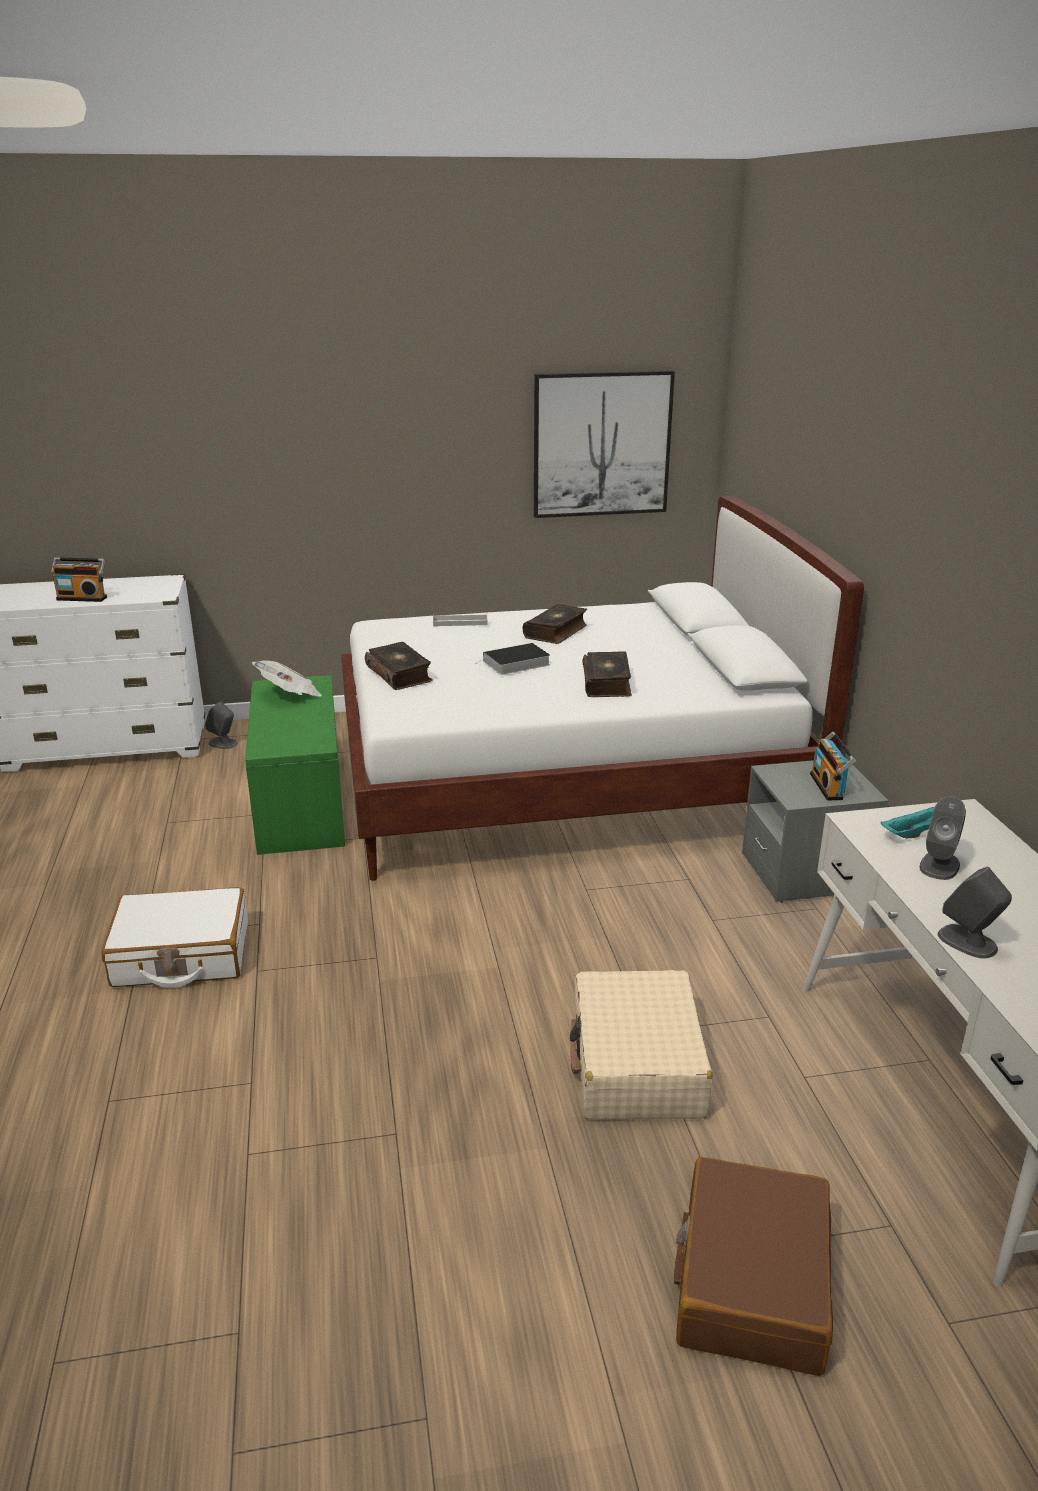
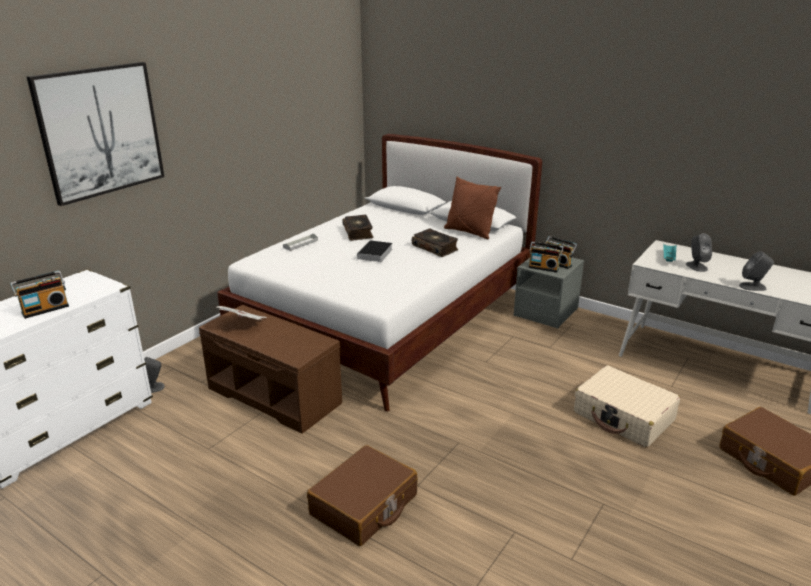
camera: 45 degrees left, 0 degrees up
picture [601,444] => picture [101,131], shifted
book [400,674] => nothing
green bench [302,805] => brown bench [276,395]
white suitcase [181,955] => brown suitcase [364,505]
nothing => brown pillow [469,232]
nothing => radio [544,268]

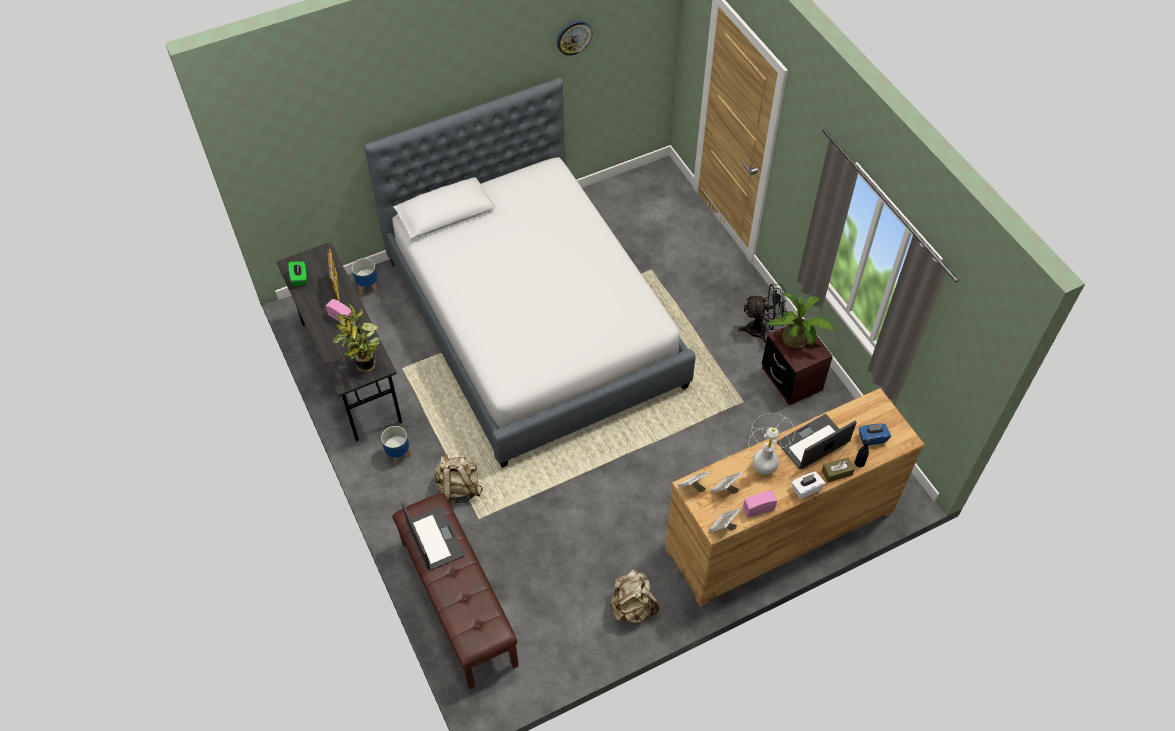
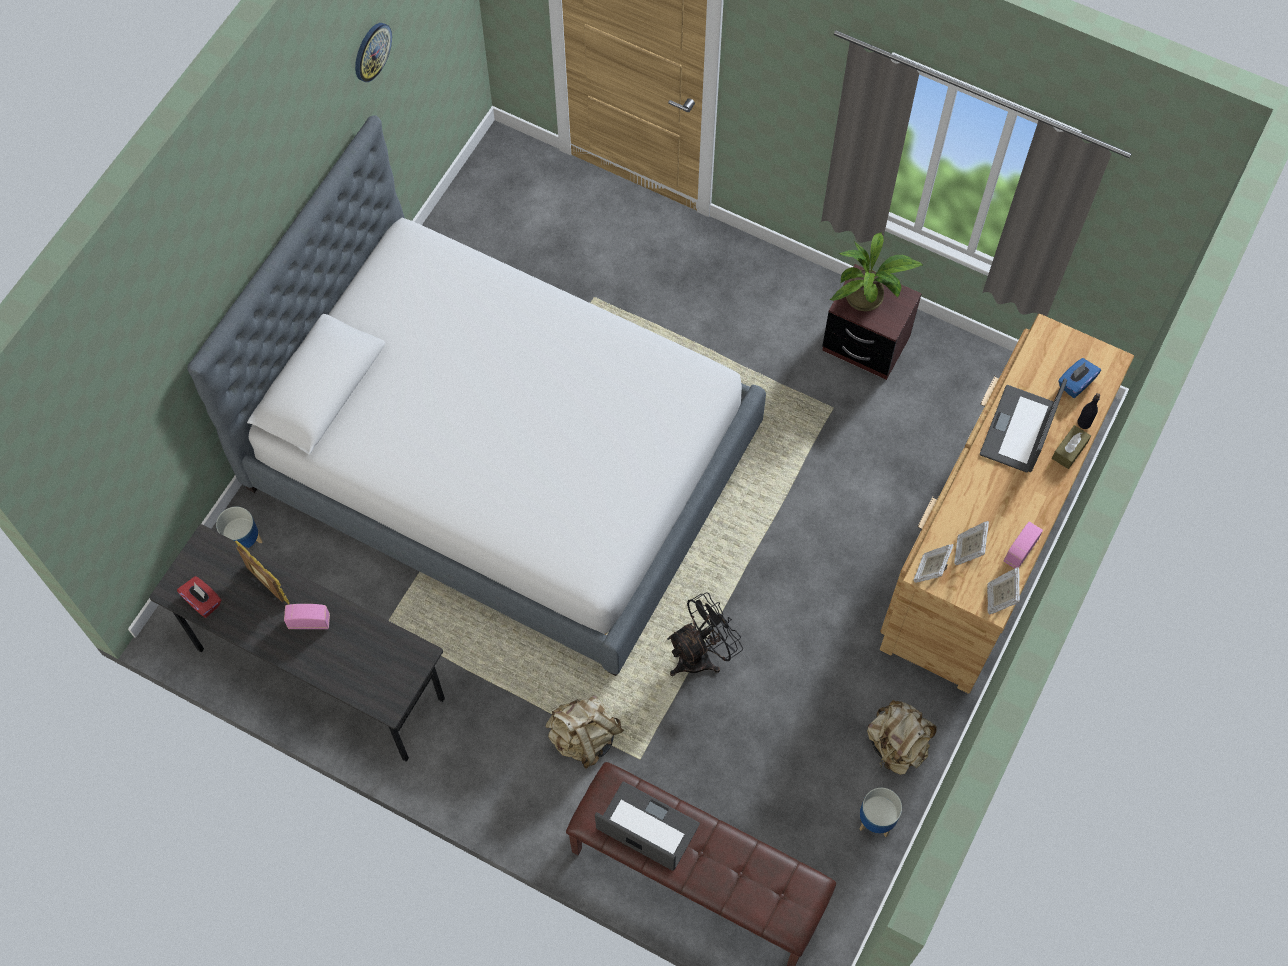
camera: 35 degrees left, 10 degrees up
green tissue box [299,278] => red tissue box [203,601]
black fan [762,330] => black fan [701,655], shifted
potted plant [365,366] => nothing
white table lamp [763,468] => nothing
planter [398,454] => planter [876,820], shifted
white tissue box [806,489] => nothing

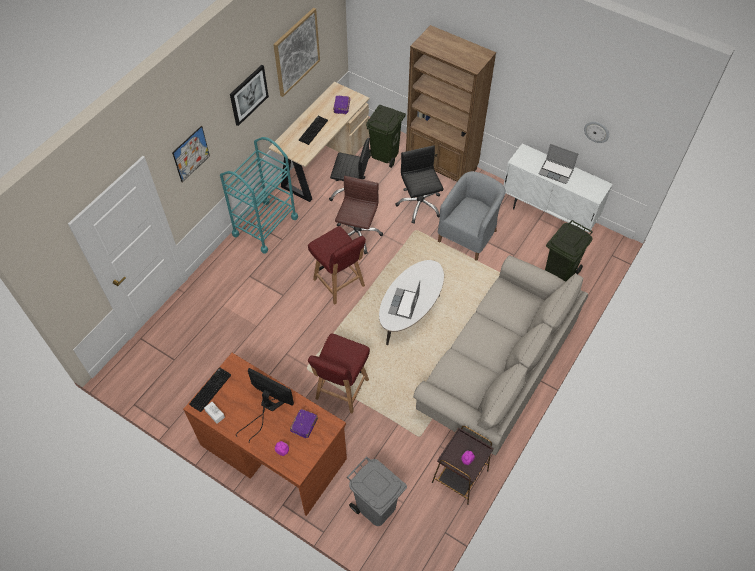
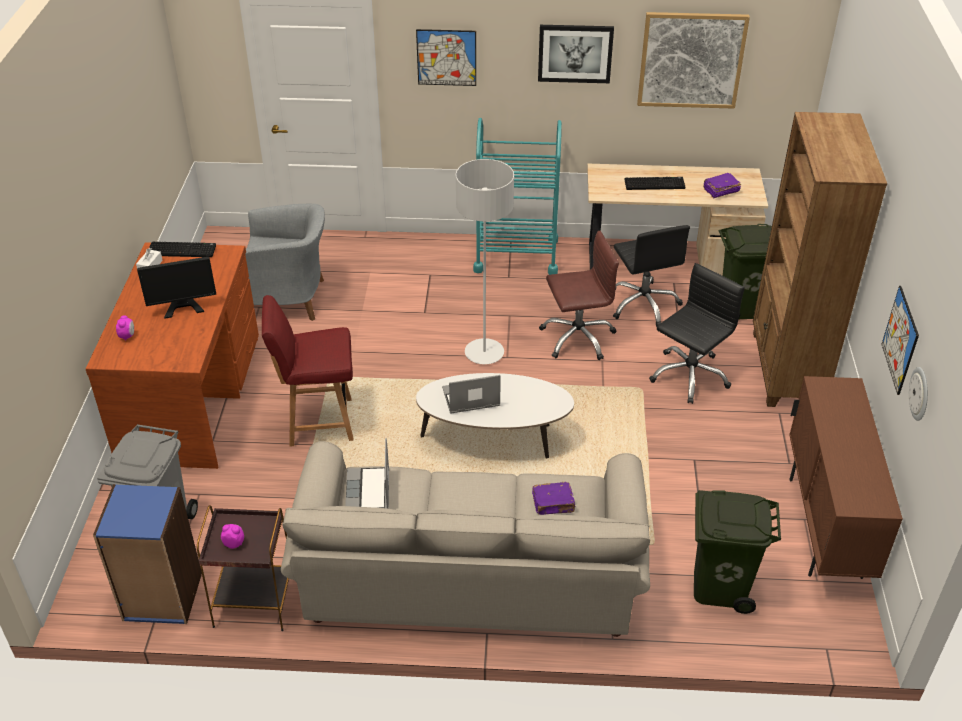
camera: 60 degrees right, 15 degrees down
white cabinet [548,214] => brown cabinet [824,527]
laptop [556,171] => laptop [369,491], shifted
grey armchair [469,234] => grey armchair [289,299], shifted
red chair [339,283] => grey floor lamp [484,353]
monitor [267,407] => monitor [182,300], 75 degrees clockwise
purple book [304,425] => purple book [553,504], shifted
nothing => picture [900,340]
nothing => blue bookcase [162,597]

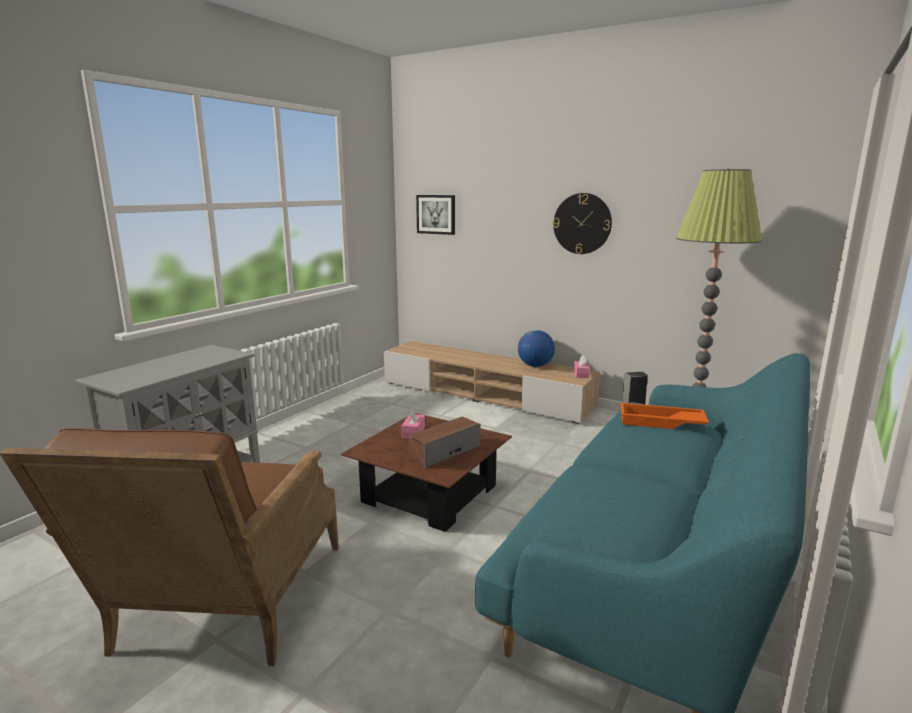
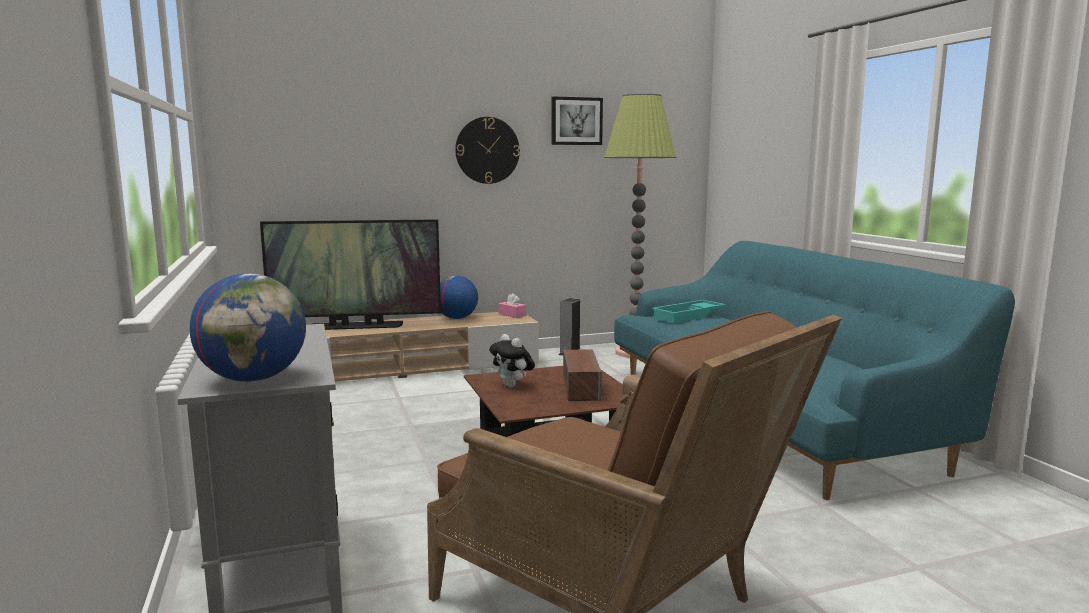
camera: 50 degrees left, 5 degrees down
picture [436,214] => picture [576,121], shifted
orange tray [660,422] => turquoise tray [689,316]
pink tissue box [413,432] => plush toy [512,386]
nothing => television [356,326]
nothing => globe [254,379]

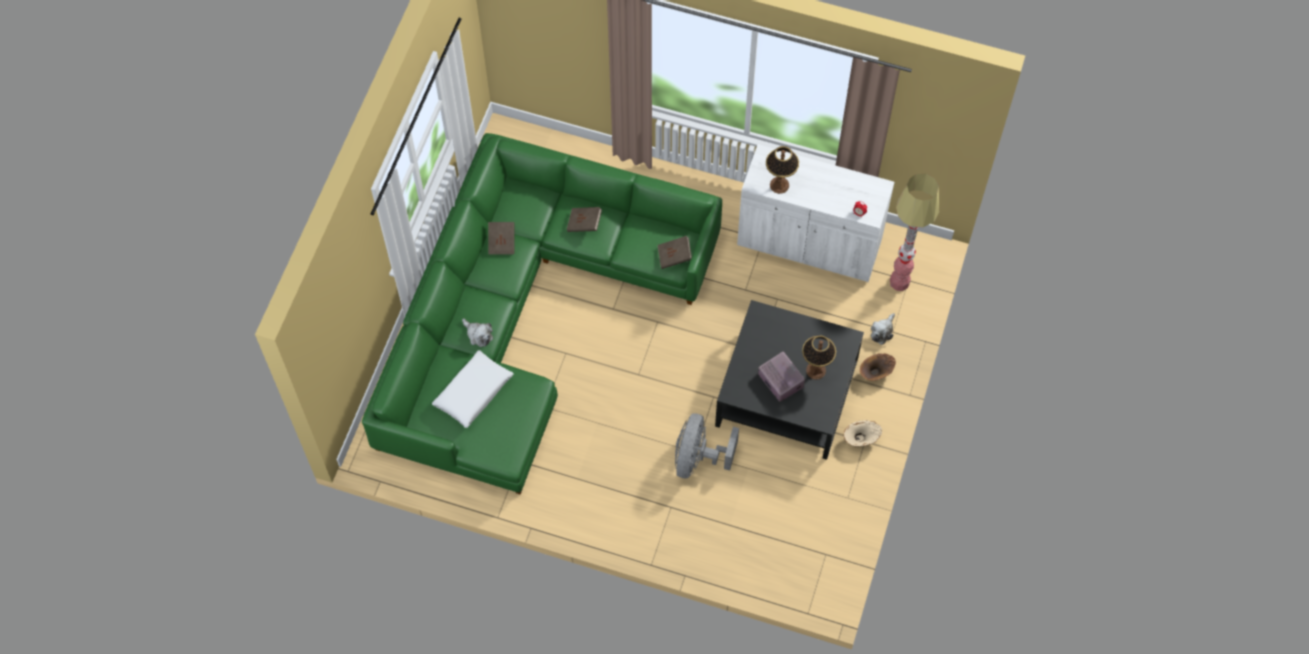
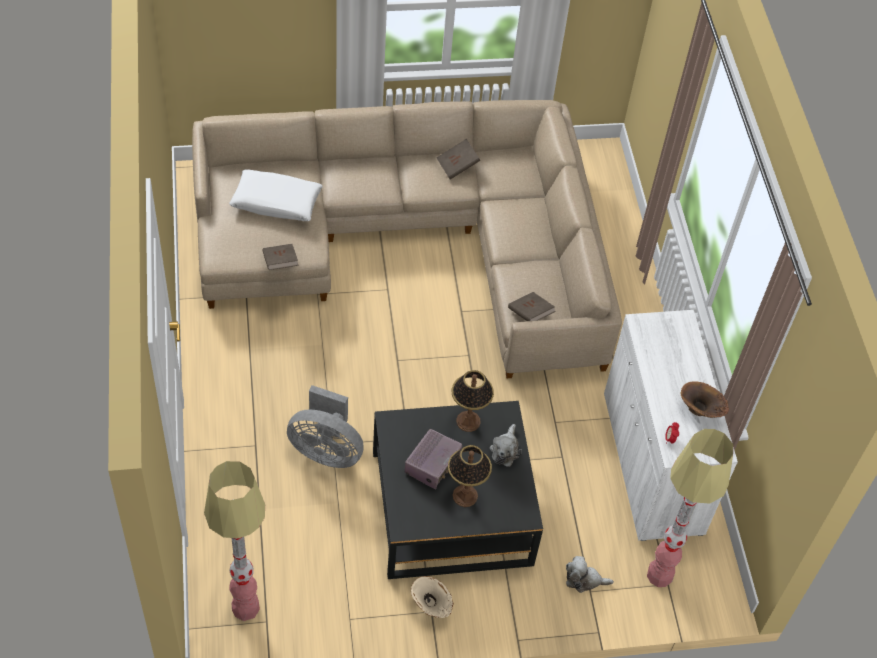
camera: 60 degrees right, 10 degrees down
green sofa [524,314] => beige sofa [412,240]
table lamp [779,185] => table lamp [468,421], shifted
brown book [584,224] => brown book [280,263], shifted
plush toy [478,335] => plush toy [505,450], shifted
brown vase [876,374] => brown vase [699,412], shifted
grey fan [698,458] => grey fan [326,450], 150 degrees counterclockwise
nothing => floor lamp [245,608]

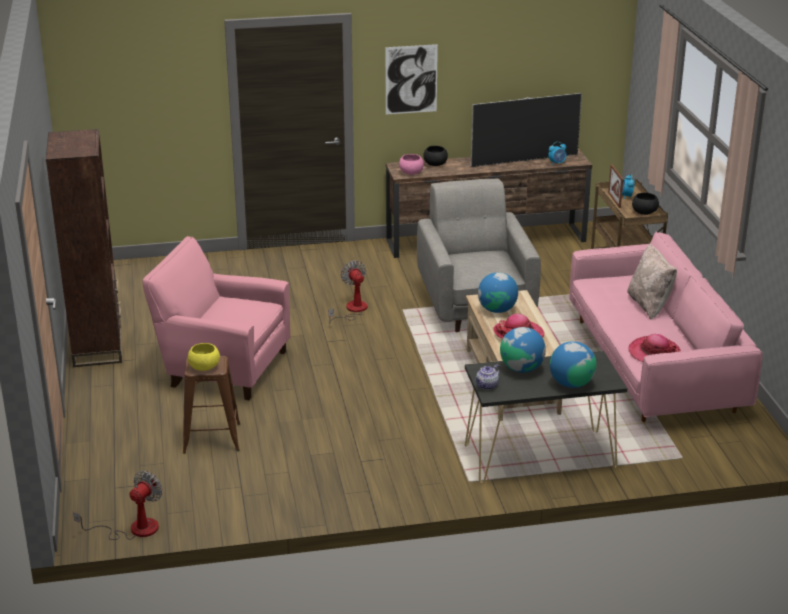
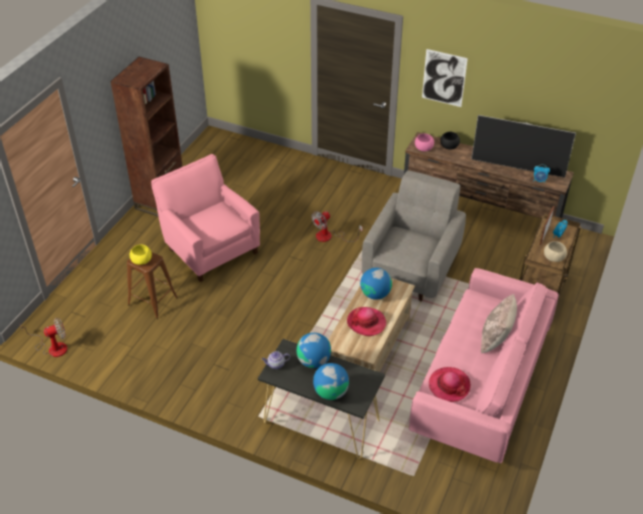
camera: 35 degrees right, 15 degrees up
black bowl [644,212] => beige bowl [553,257]
fan [352,310] => fan [330,237], 150 degrees counterclockwise

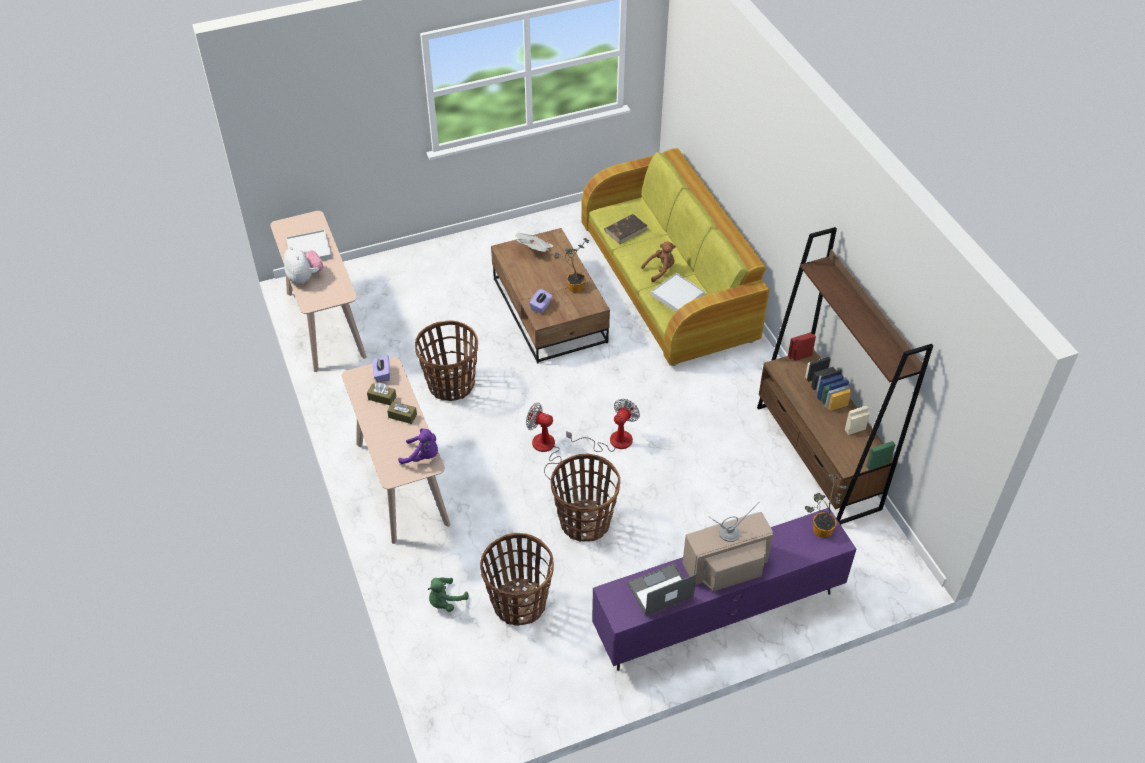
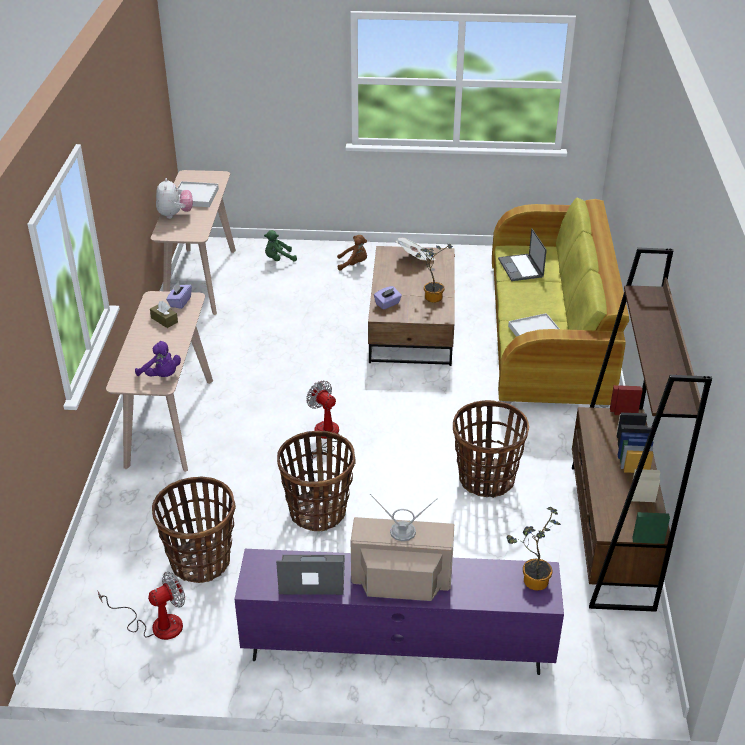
camera: 25 degrees right, 10 degrees down
brown book [626,230] => laptop [521,268]
brown plush toy [660,270] => brown plush toy [353,264], shifted
basket [451,385] => basket [486,479], shifted
fan [612,441] => fan [156,624], shifted
brown tissue box [402,416] => nothing
green plush toy [445,601] => green plush toy [278,259], shifted

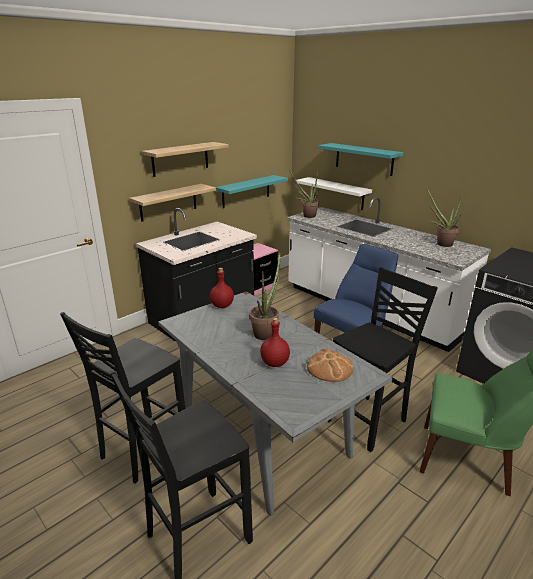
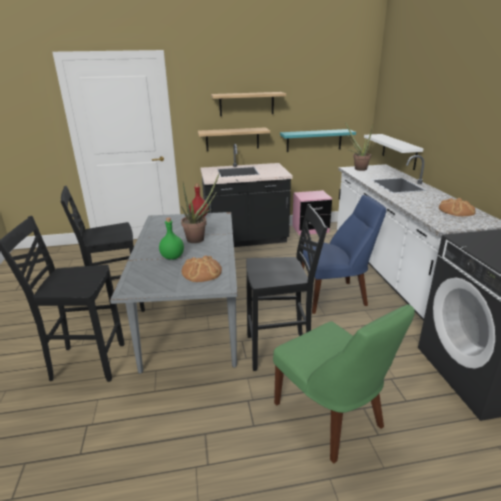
camera: 35 degrees right, 0 degrees up
turquoise shelf [364,159] => nothing
potted plant [441,243] => bread [456,210]
red bottle [275,363] => green bottle [173,257]

